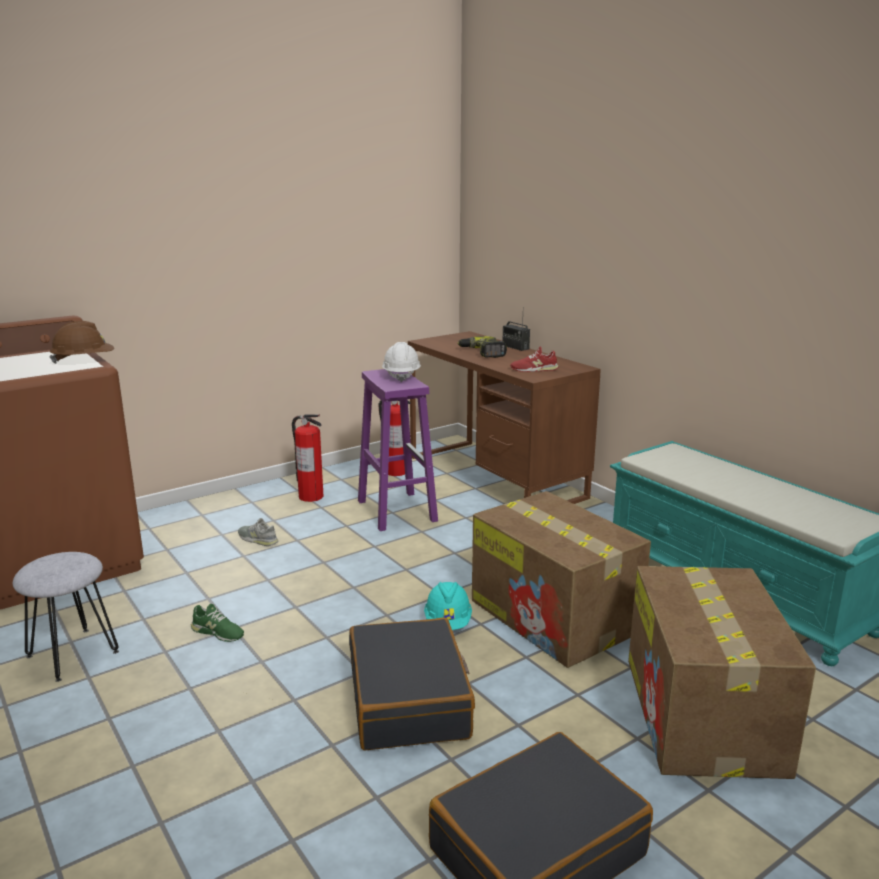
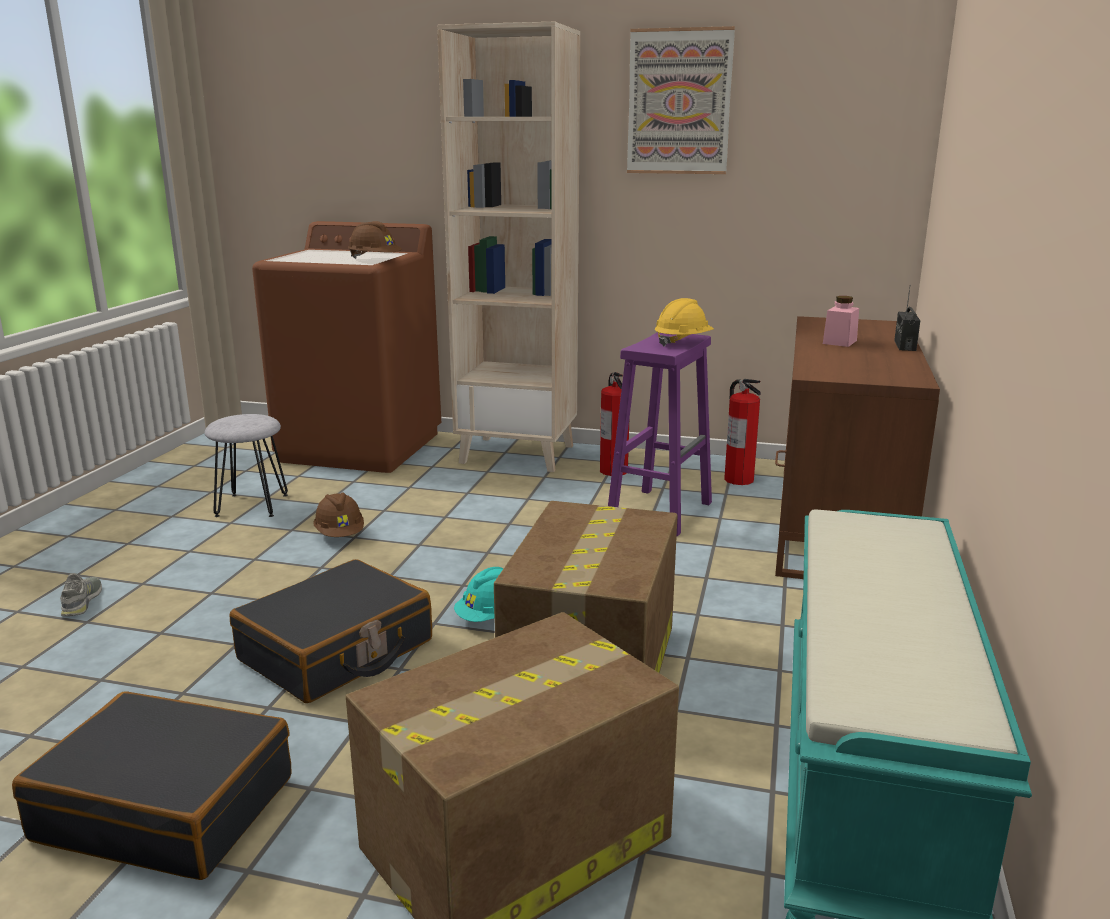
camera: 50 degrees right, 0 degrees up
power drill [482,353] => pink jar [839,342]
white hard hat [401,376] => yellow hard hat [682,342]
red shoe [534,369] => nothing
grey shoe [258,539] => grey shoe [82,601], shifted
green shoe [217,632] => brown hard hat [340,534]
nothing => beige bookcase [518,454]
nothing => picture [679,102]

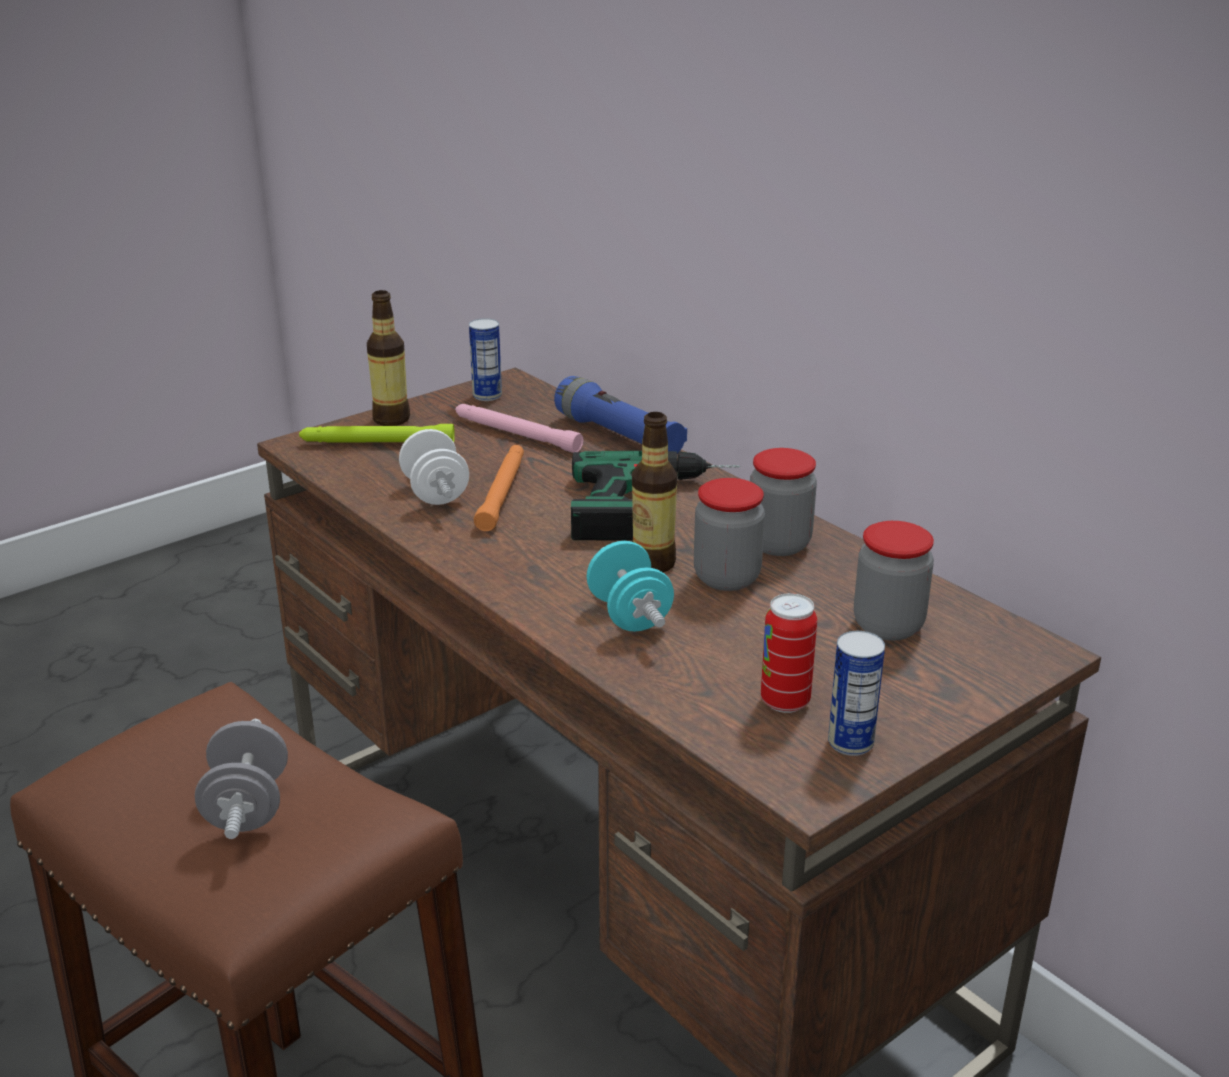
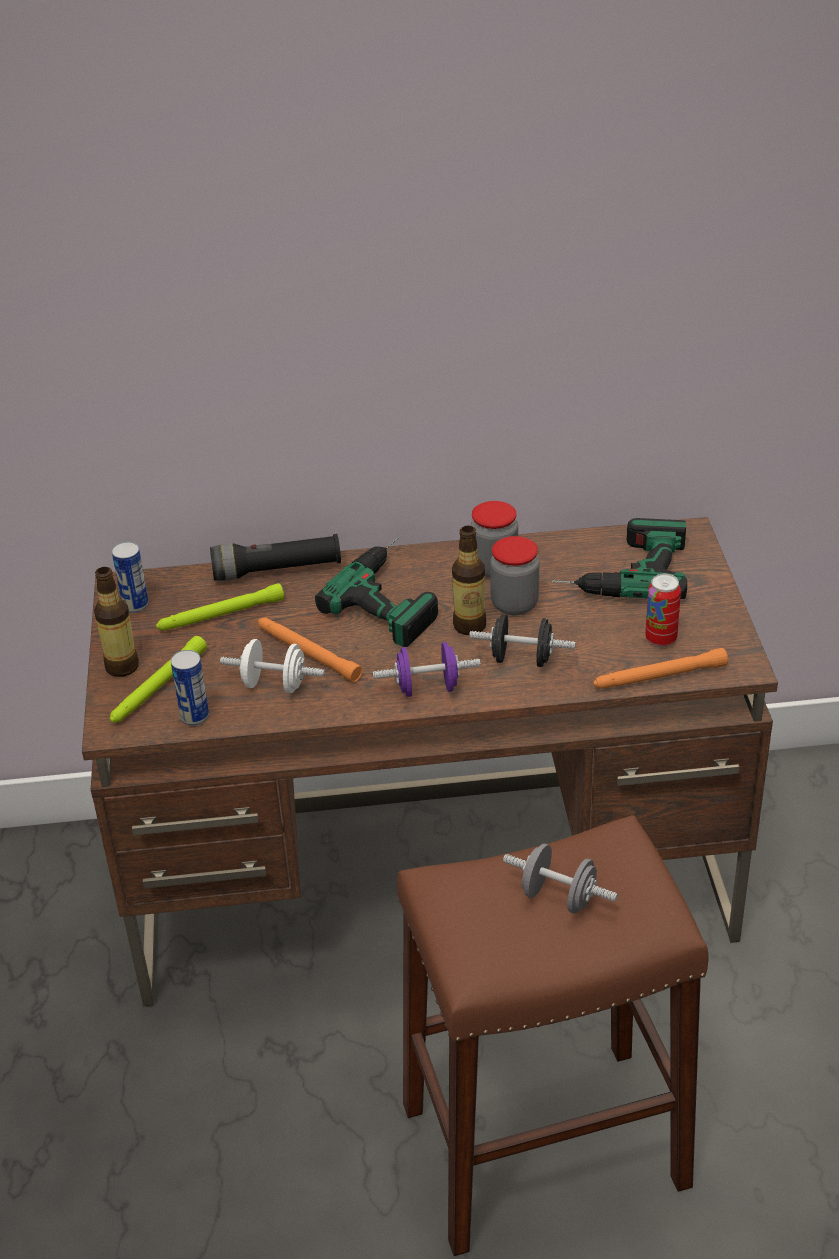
camera: 55 degrees left, 10 degrees up
blue flashlight [618,436] => black flashlight [277,570]
pink flashlight [515,434] => green flashlight [220,615]
jar [888,626] => power drill [620,570]
turquoise dumbbell [629,615] => black dumbbell [522,659]
can [850,743] => can [194,717], shifted
nothing => purple dumbbell [427,688]
nothing => orange flashlight [659,677]

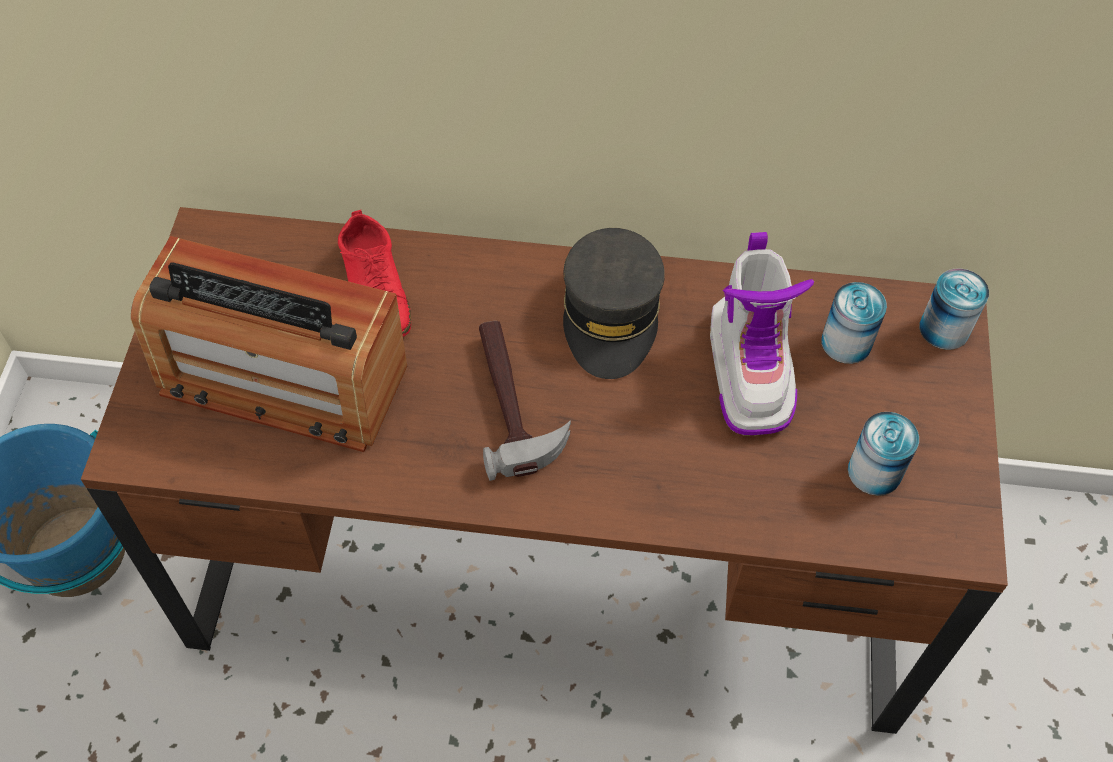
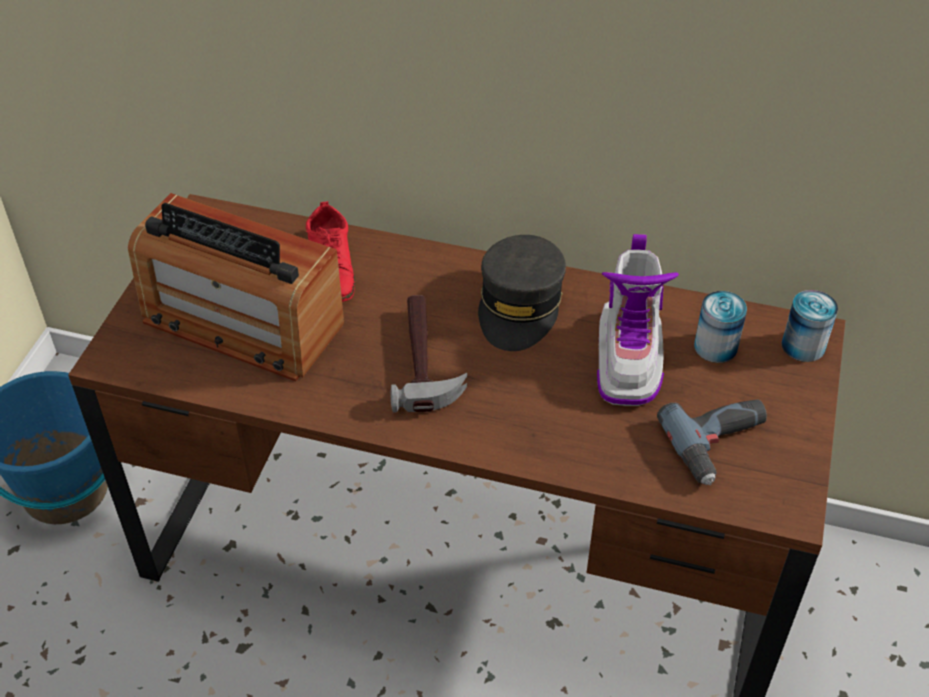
camera: 10 degrees right, 10 degrees down
can [874,471] => power drill [721,445]

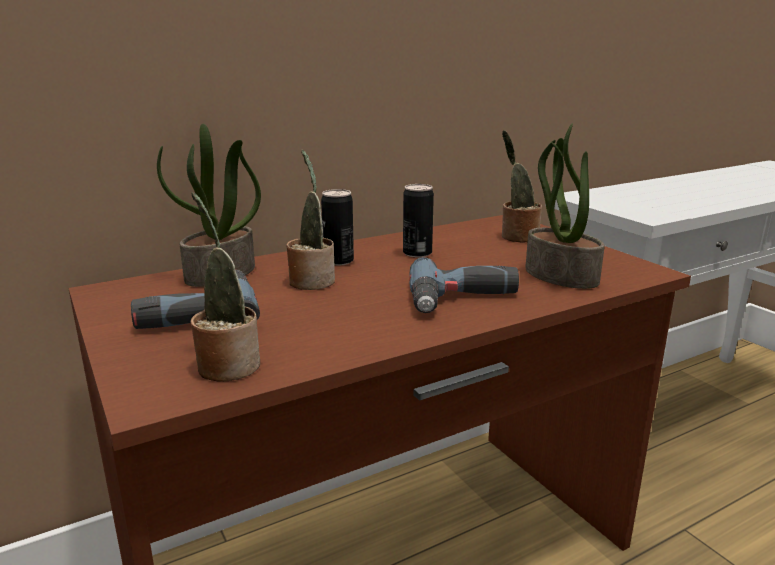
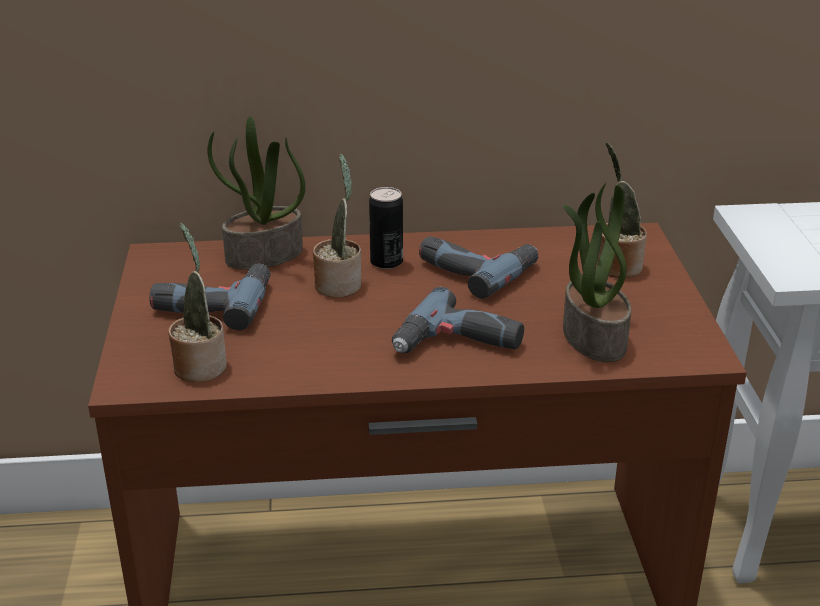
camera: 25 degrees right, 10 degrees up
can [417,253] => power drill [476,268]

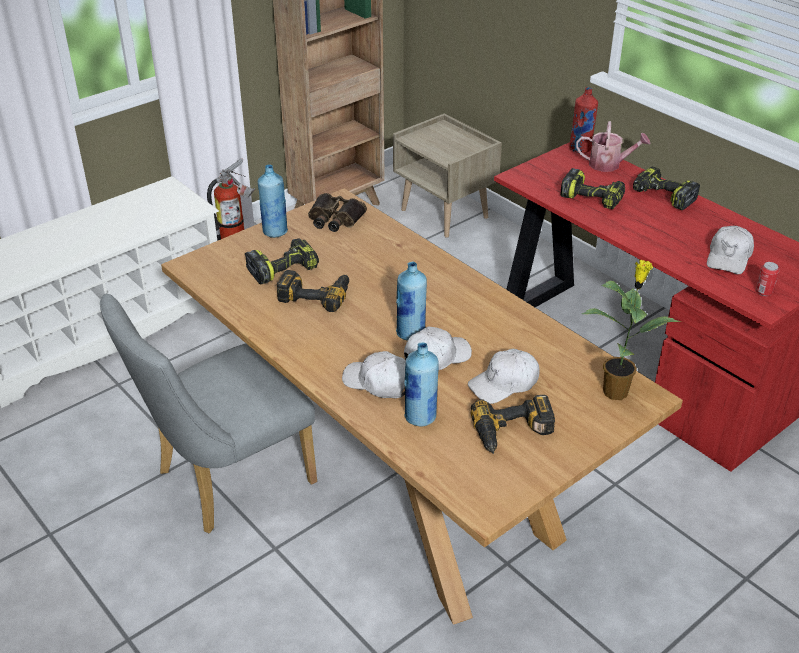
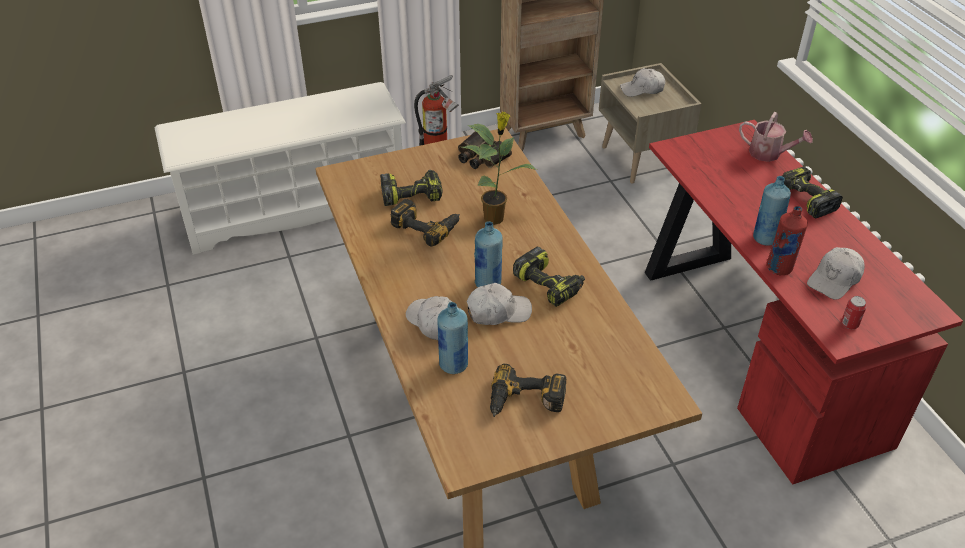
camera: 20 degrees right, 5 degrees up
red bottle [580,149] => red bottle [779,268], shifted
blue bottle [275,232] => blue bottle [765,238], shifted
power drill [593,197] => power drill [549,285], shifted
potted plant [616,391] => potted plant [495,218], shifted
grey chair [225,481] => nothing
white cap [504,384] => white cap [642,89], shifted

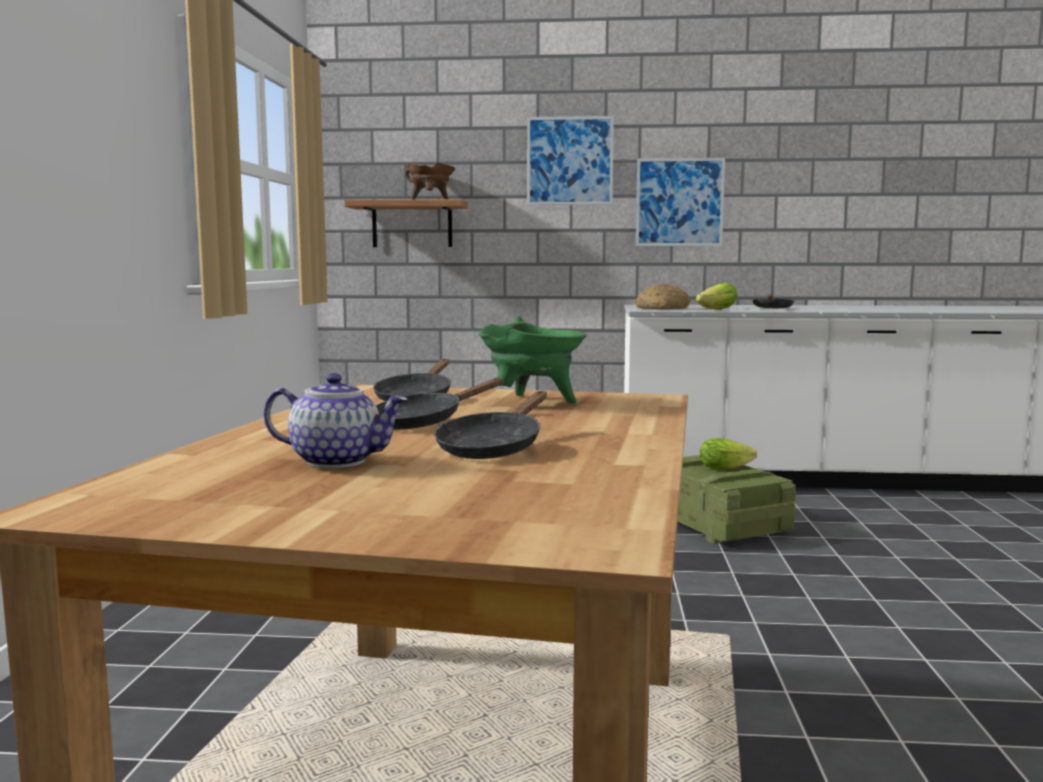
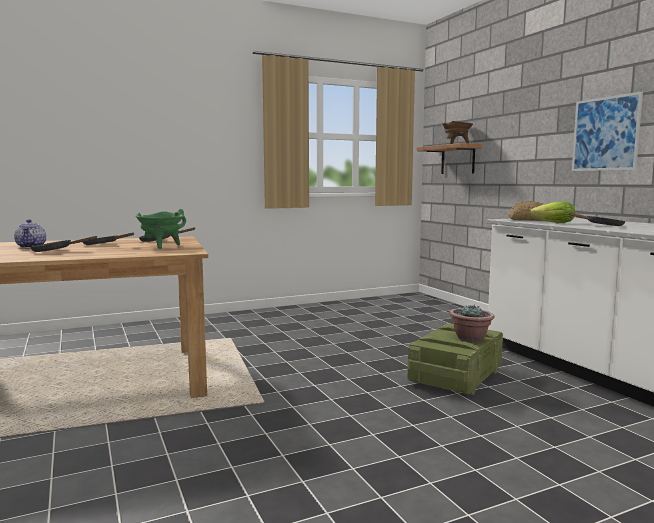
camera: 60 degrees right, 0 degrees up
picture [569,161] => nothing
lettuce [728,467] => potted plant [470,339]

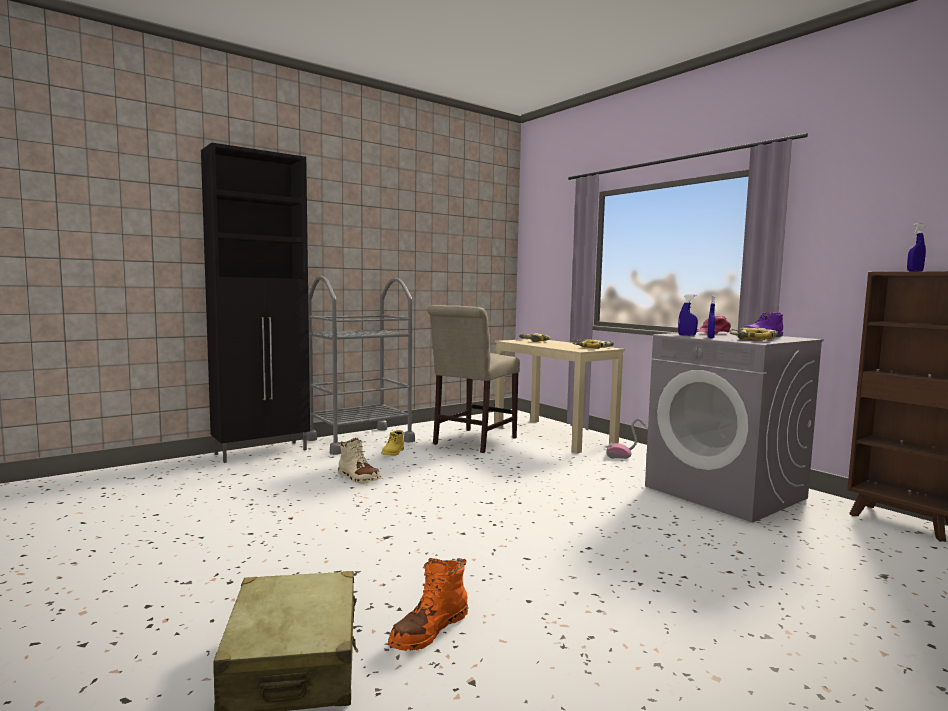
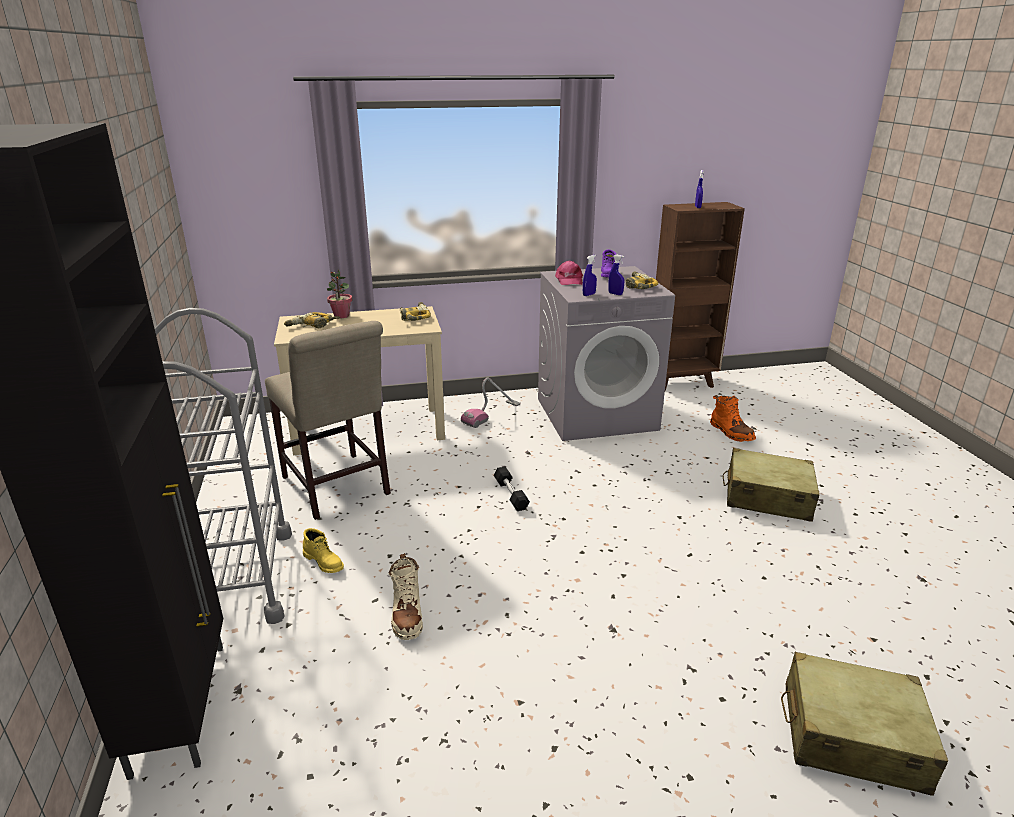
camera: 65 degrees left, 20 degrees up
beige boot [358,478] => beige boot [407,614], 105 degrees clockwise
orange boot [429,630] => orange boot [731,432], shifted
nothing => potted plant [341,316]
nothing => beige suitcase [767,497]
nothing => black dumbbell [511,495]

